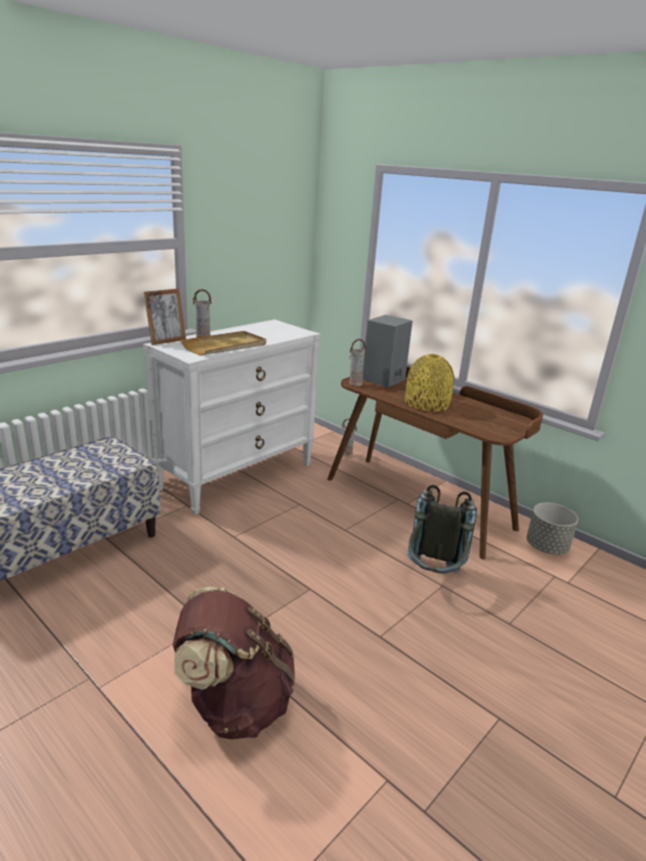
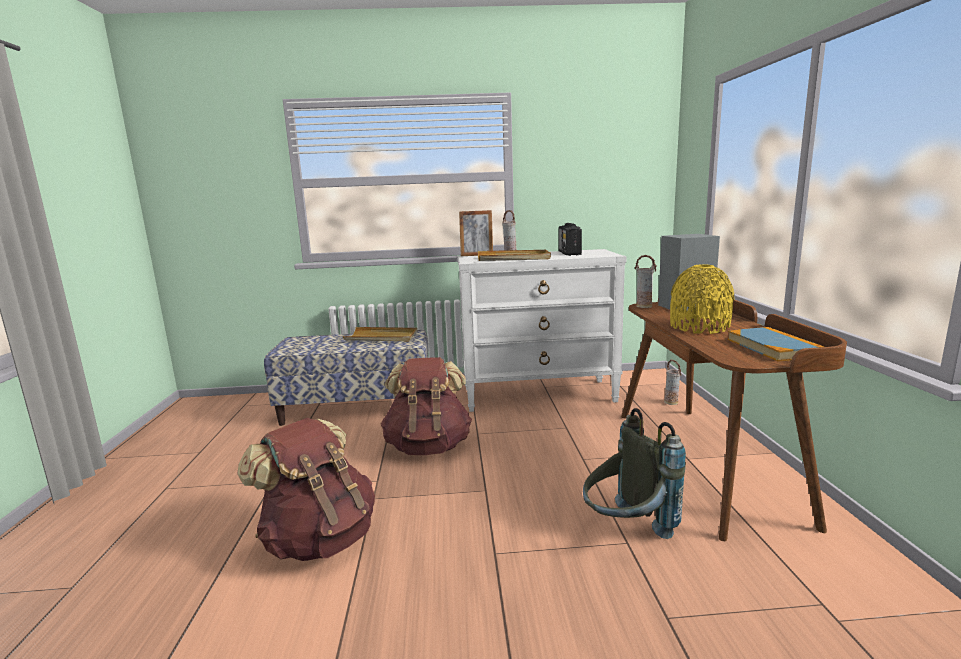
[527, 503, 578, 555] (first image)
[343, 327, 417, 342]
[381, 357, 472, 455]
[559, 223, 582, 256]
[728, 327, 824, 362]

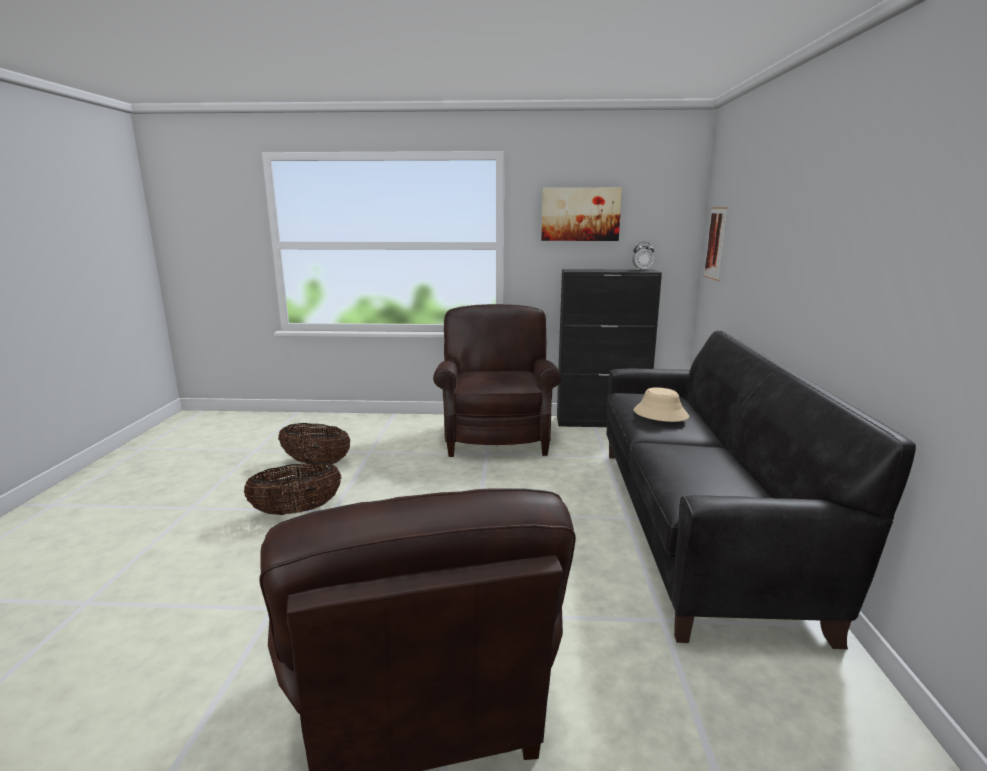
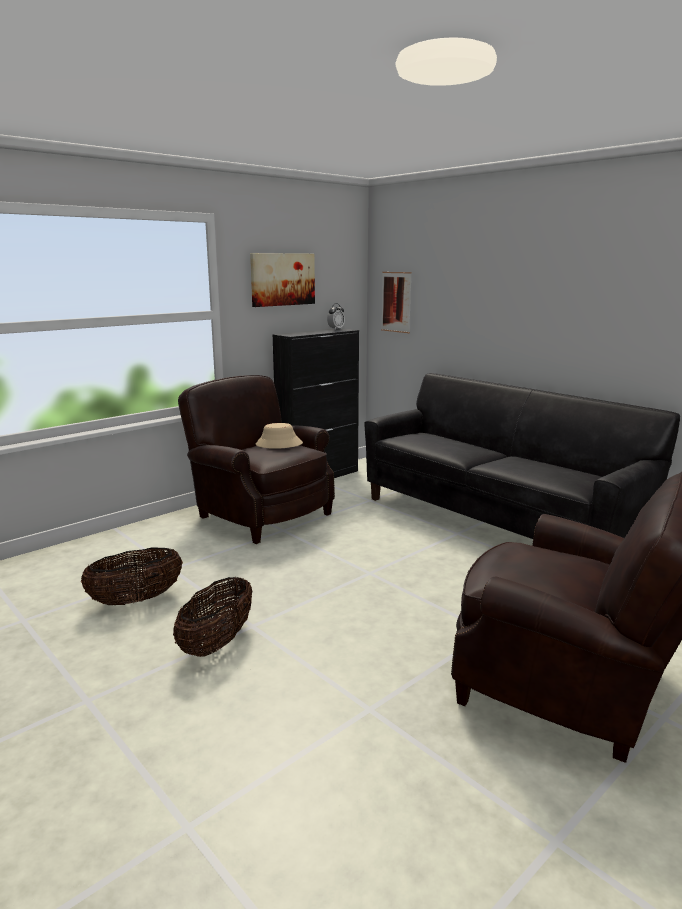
[256, 423, 303, 449]

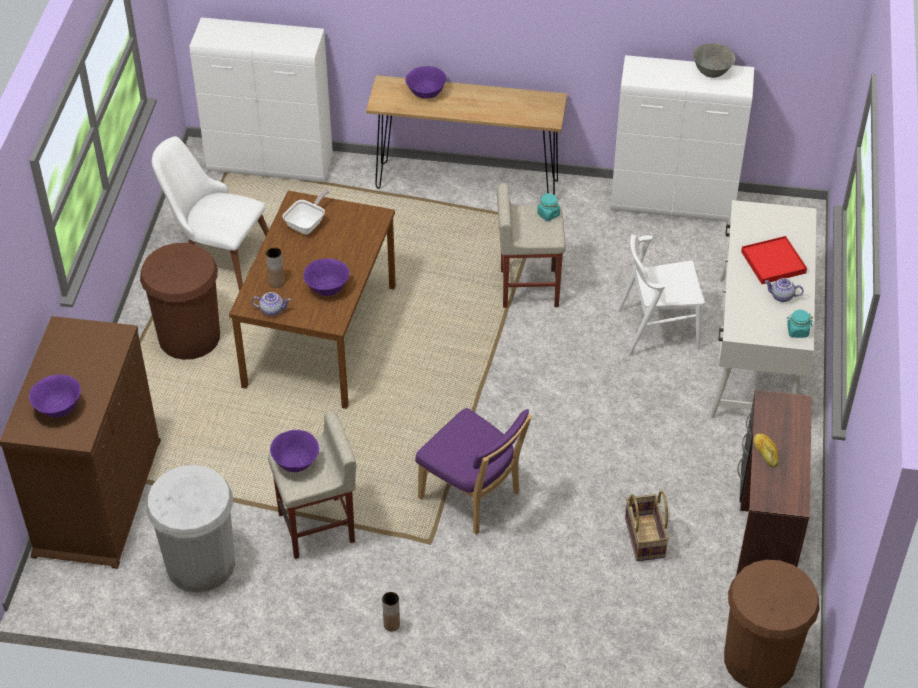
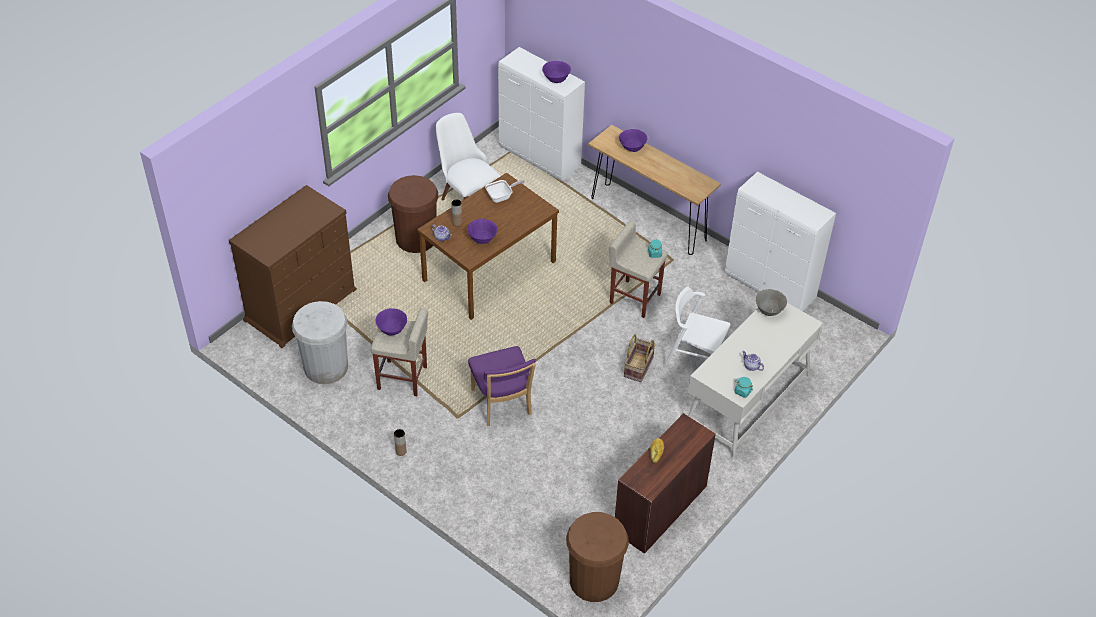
[741, 236, 807, 284] (first image)
[542, 61, 571, 83]
[624, 334, 655, 382]
[756, 289, 787, 316]

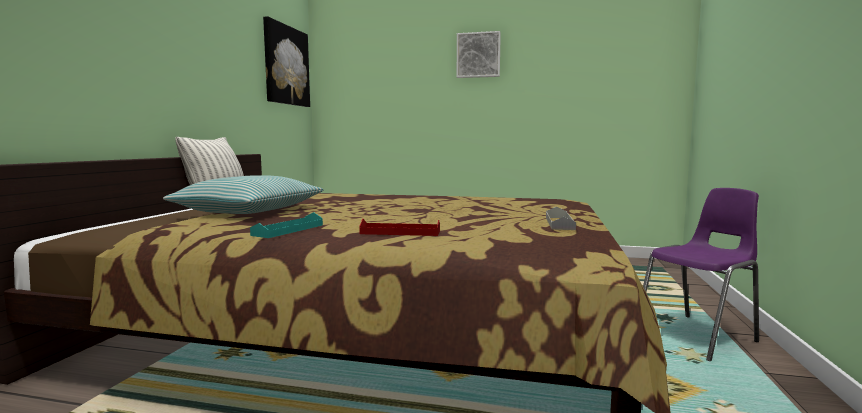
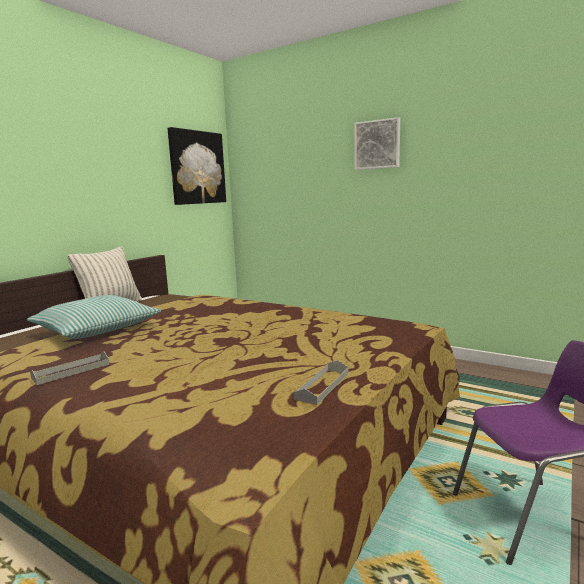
[359, 219, 440, 236] (first image)
[30, 351, 109, 385]

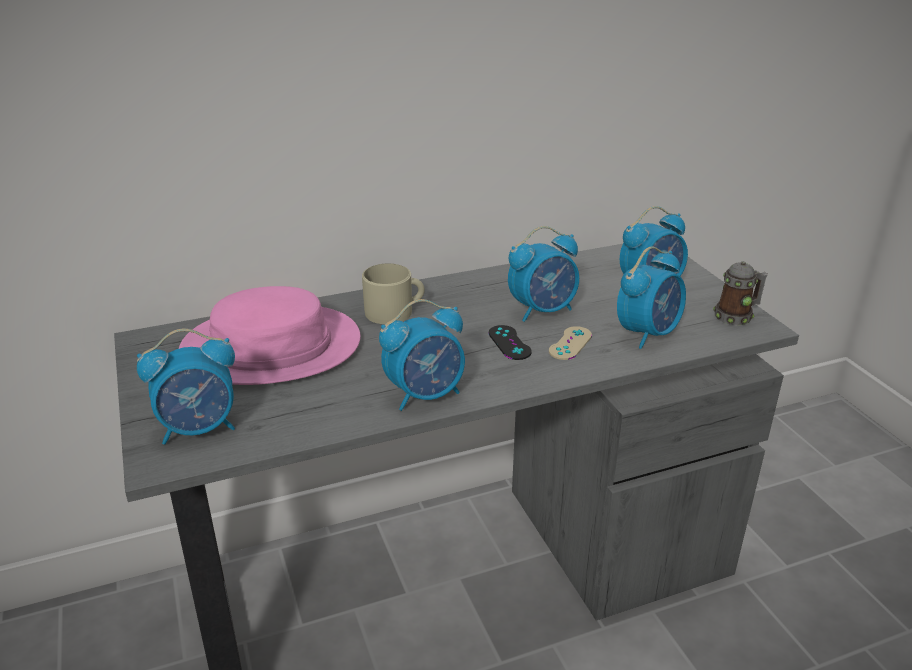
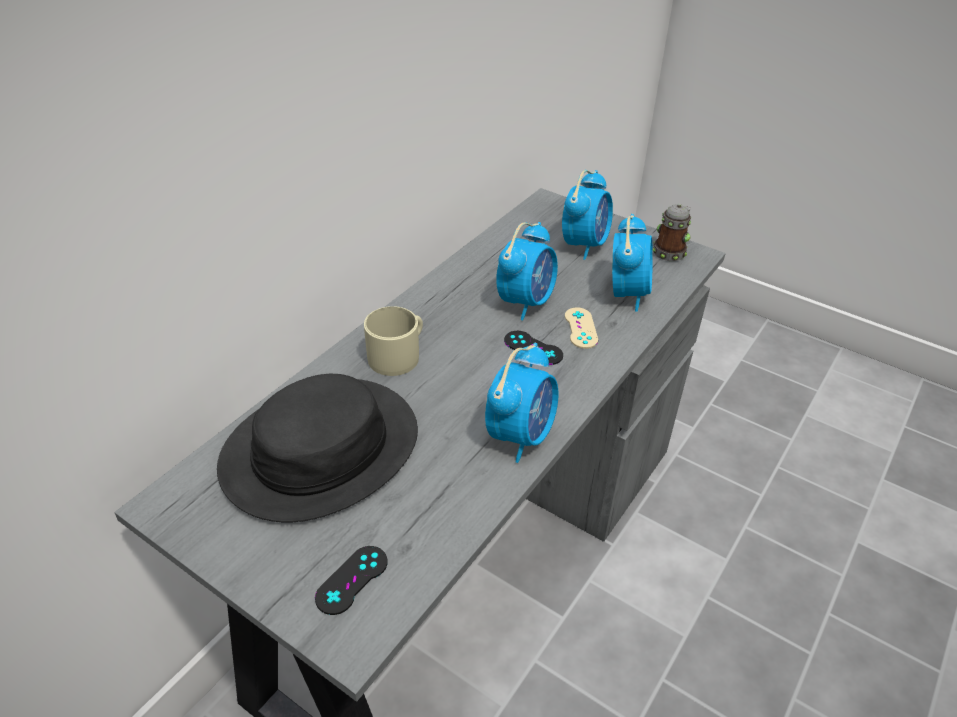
[315, 546, 388, 615]
[217, 374, 418, 522]

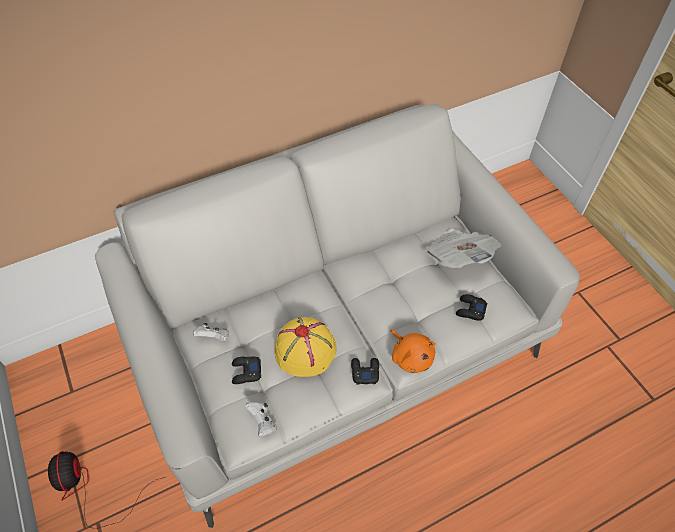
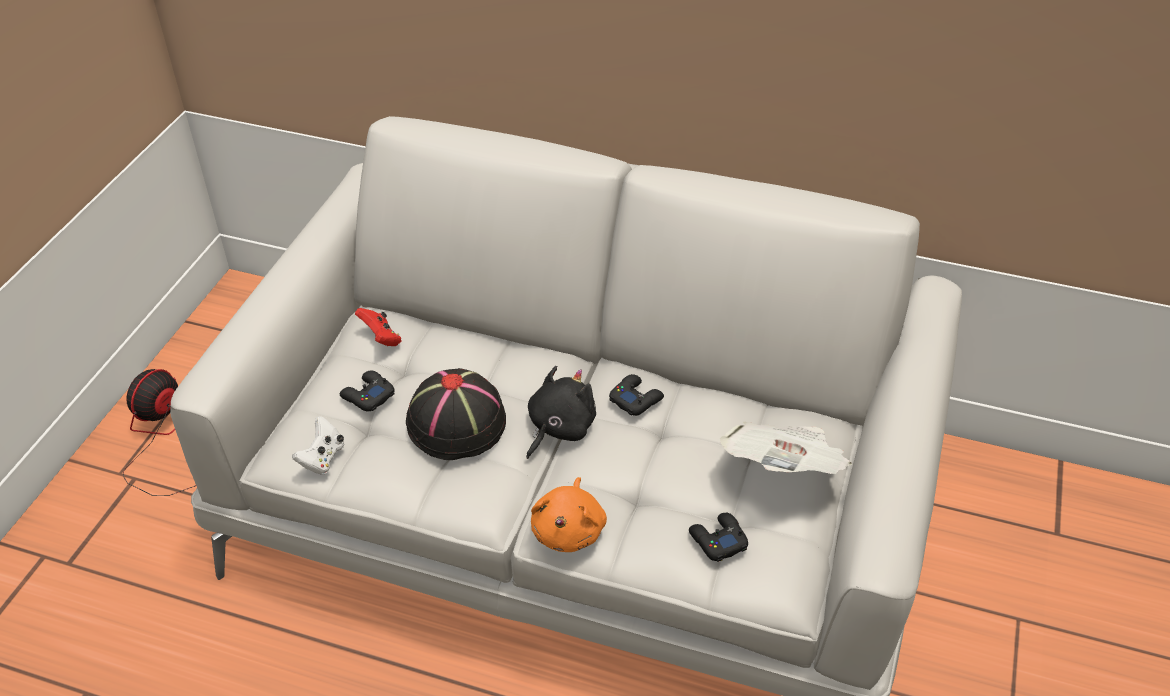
[526, 366, 596, 459]
[609, 374, 664, 416]
[355, 308, 401, 346]
[406, 368, 506, 460]

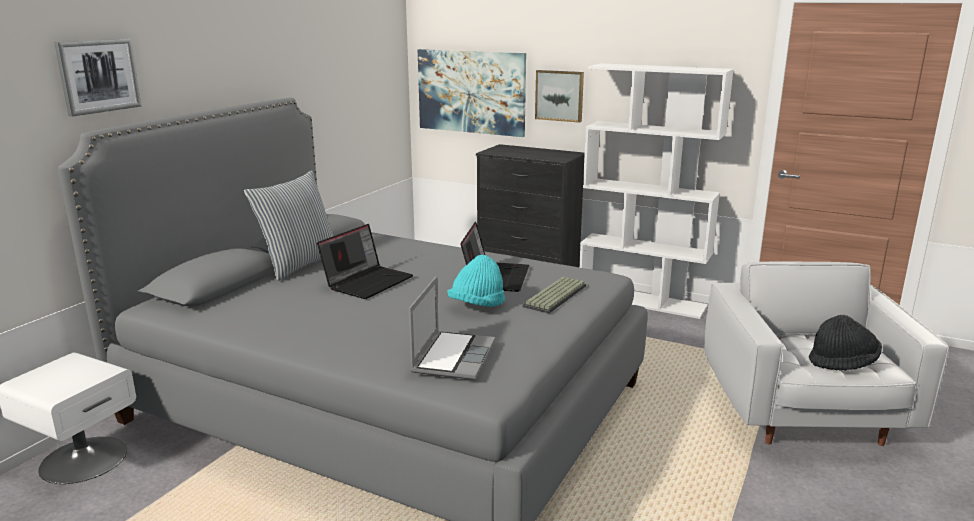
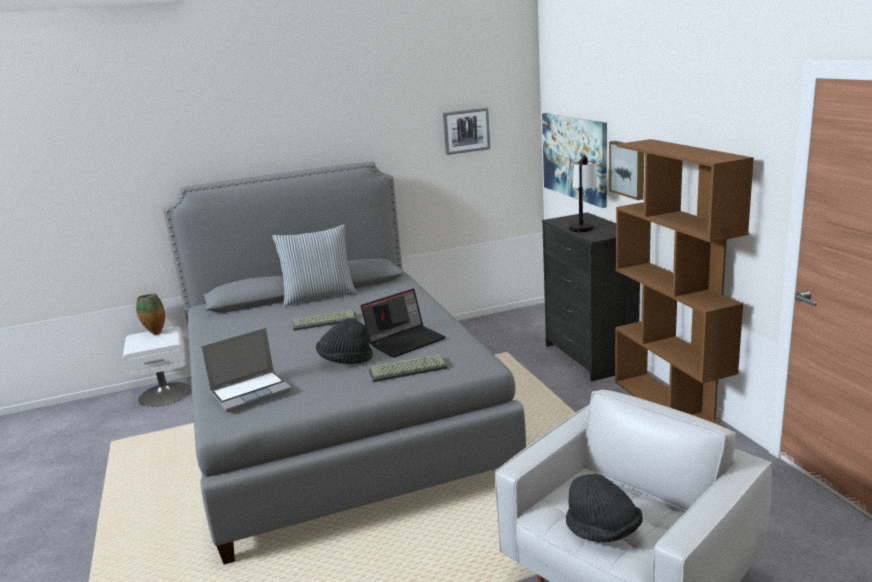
[136, 293, 165, 335]
[569, 155, 598, 232]
[443, 108, 490, 155]
[292, 310, 357, 331]
[316, 318, 373, 364]
[615, 139, 754, 430]

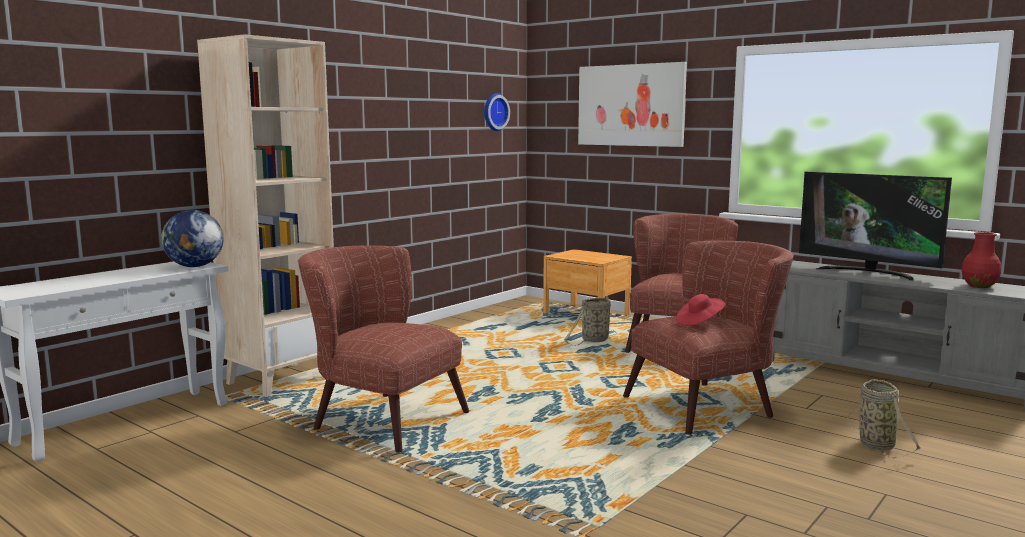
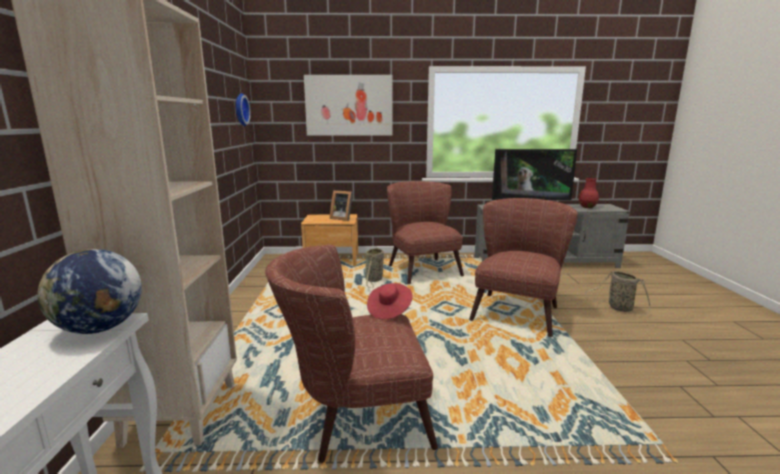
[330, 190, 353, 221]
[367, 283, 413, 319]

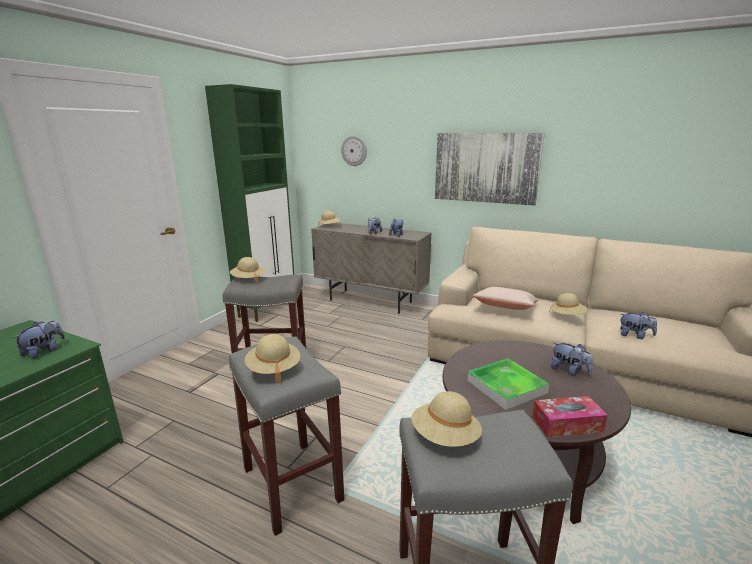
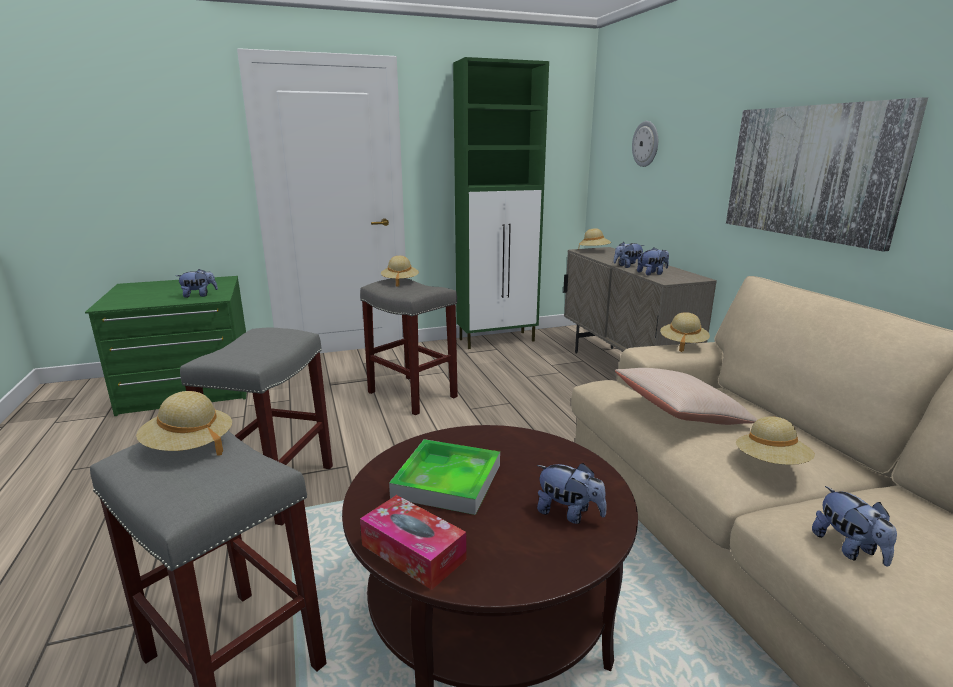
[660, 312, 710, 352]
[537, 463, 607, 524]

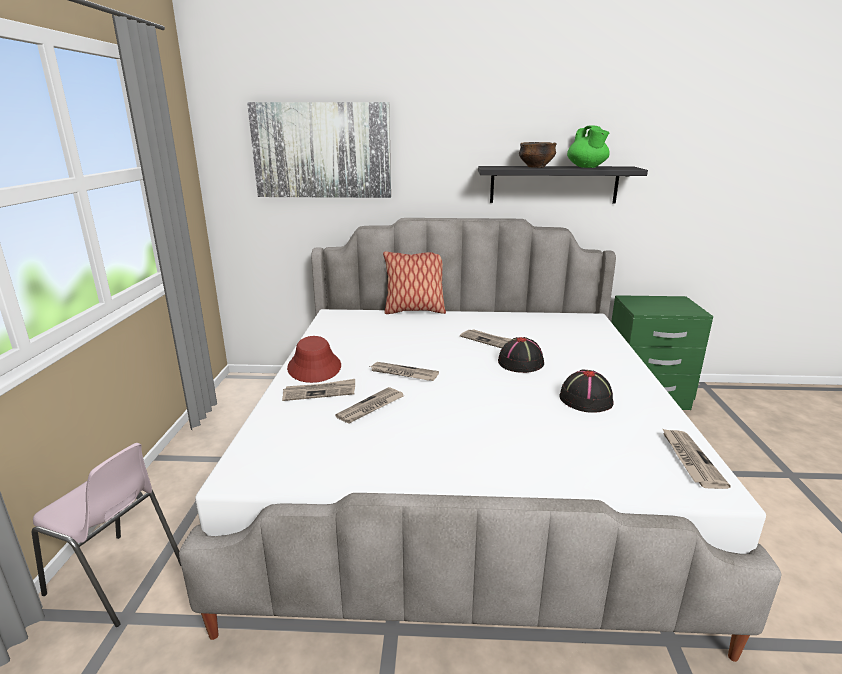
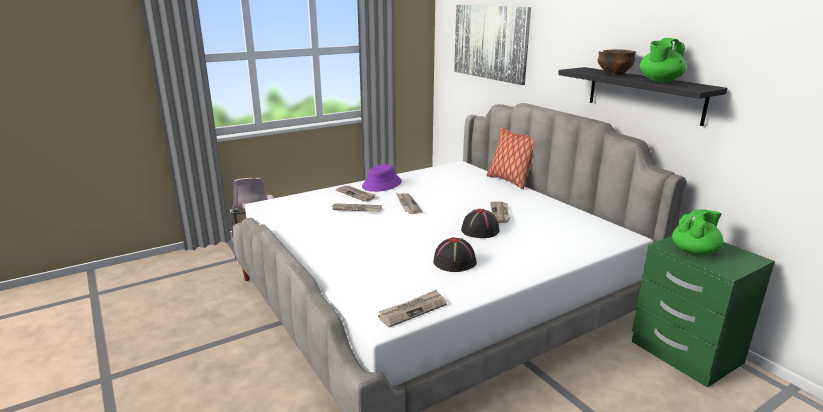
[672, 209, 724, 255]
[362, 164, 402, 192]

